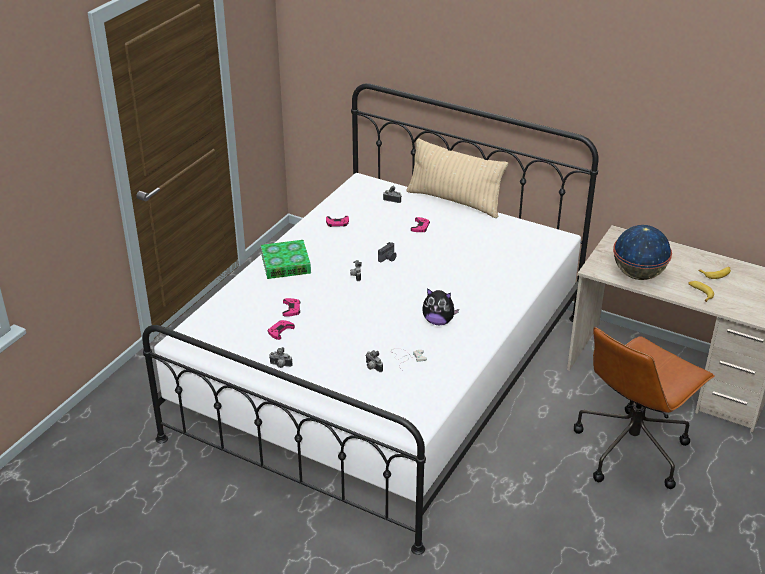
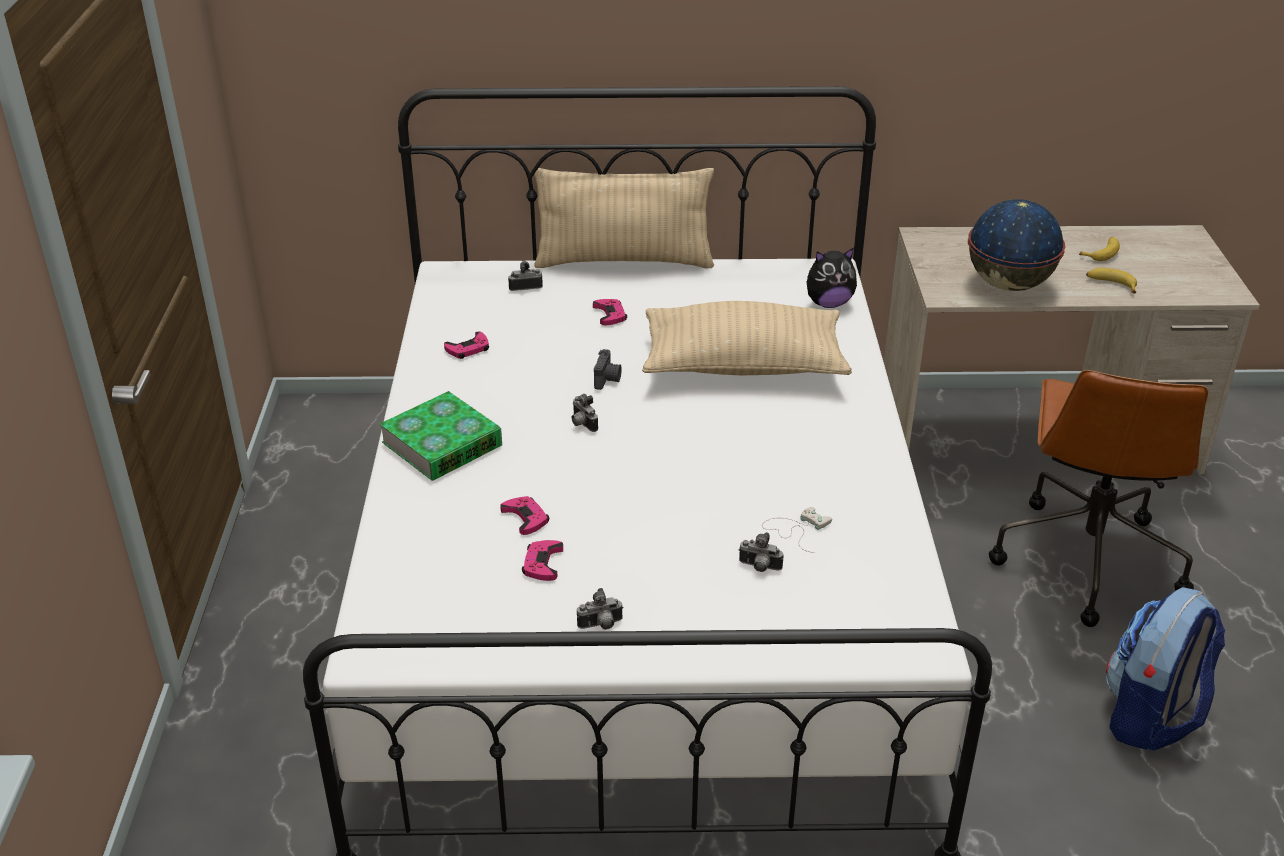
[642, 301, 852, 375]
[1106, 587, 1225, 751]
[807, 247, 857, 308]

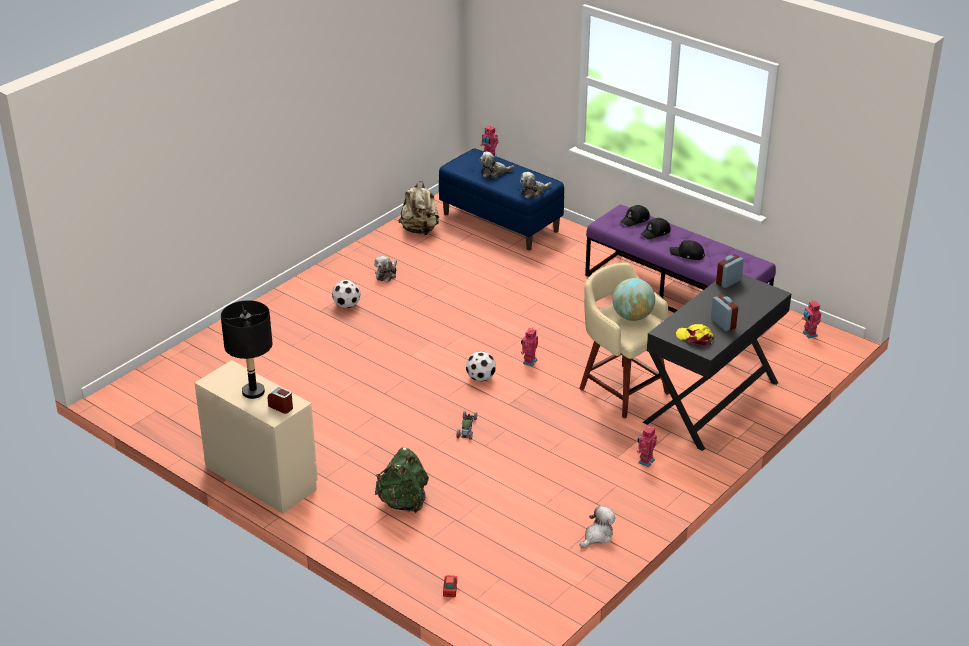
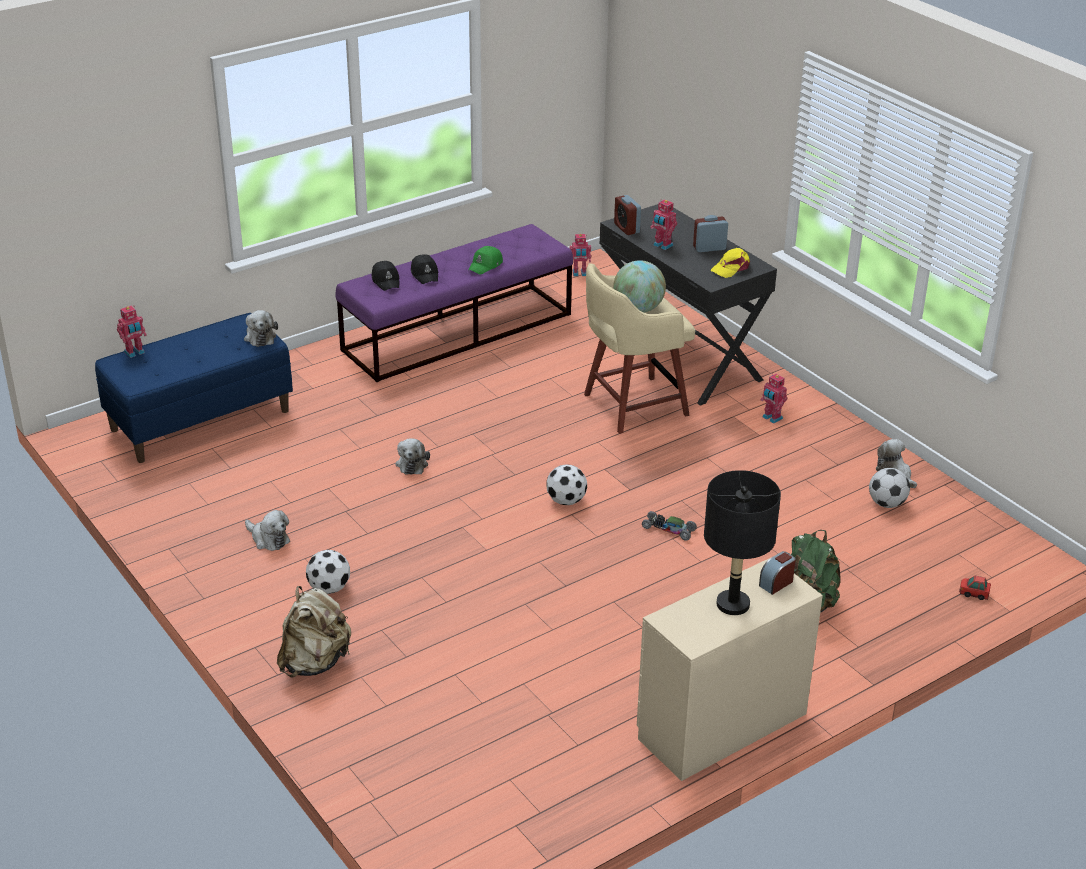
[869, 468, 910, 508]
[277, 586, 351, 677]
[395, 438, 430, 475]
[651, 199, 677, 250]
[468, 246, 503, 274]

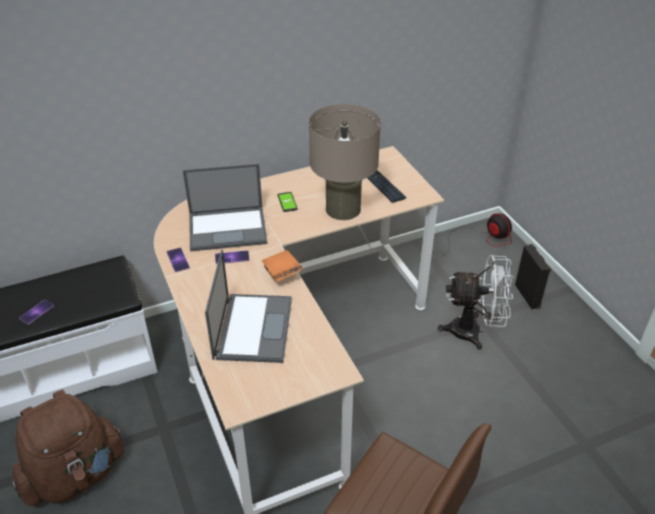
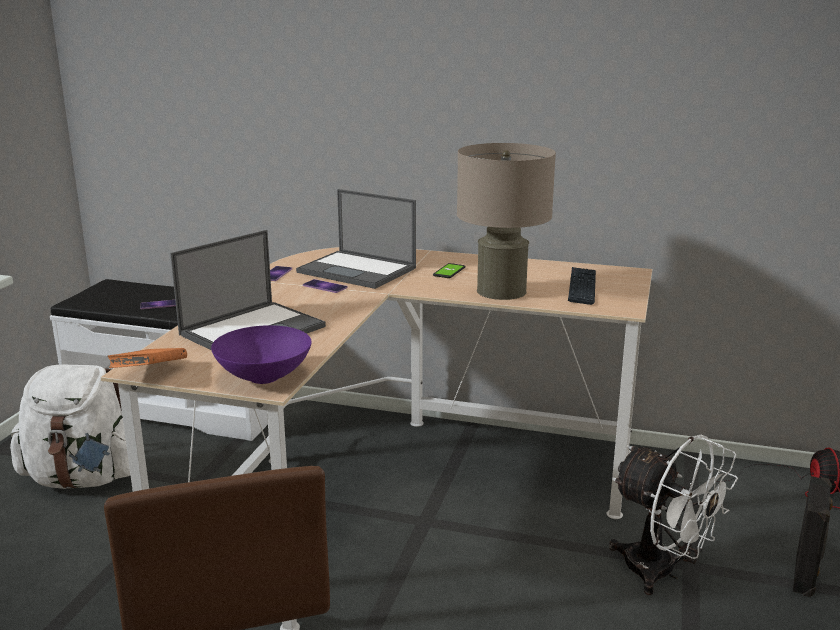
[211, 325, 311, 384]
[107, 348, 187, 368]
[10, 365, 130, 489]

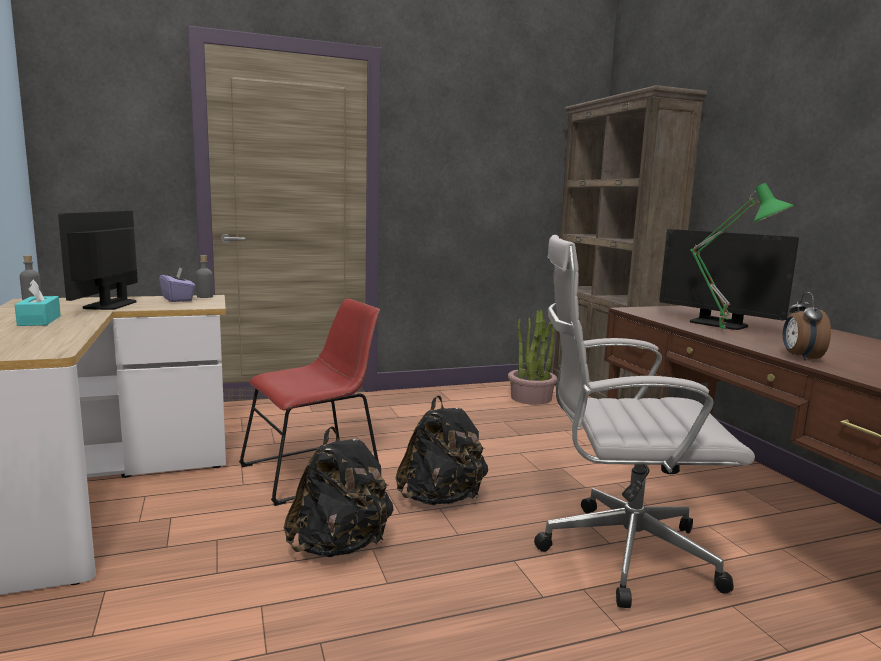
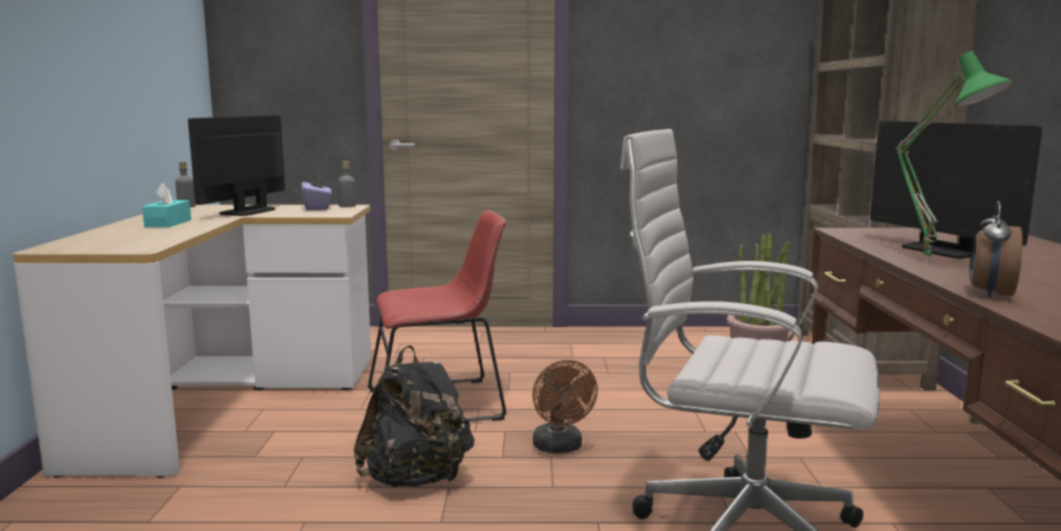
[532, 360, 598, 454]

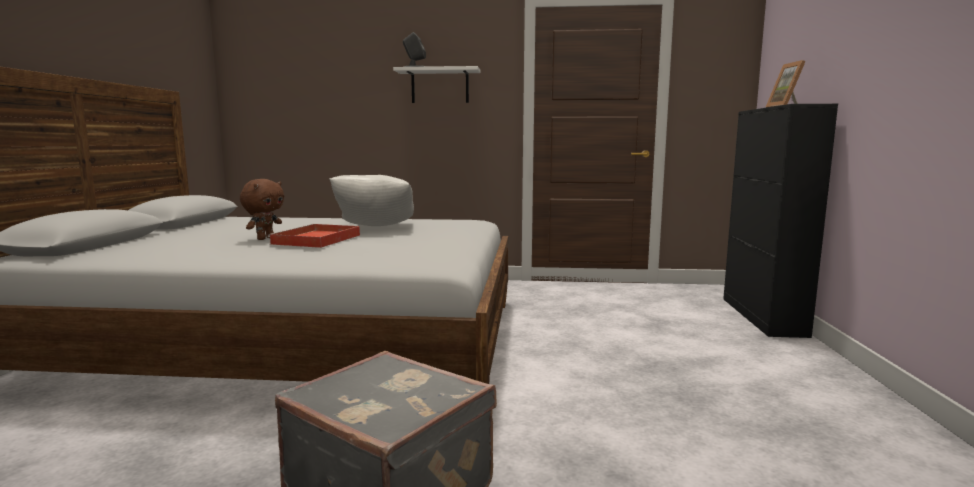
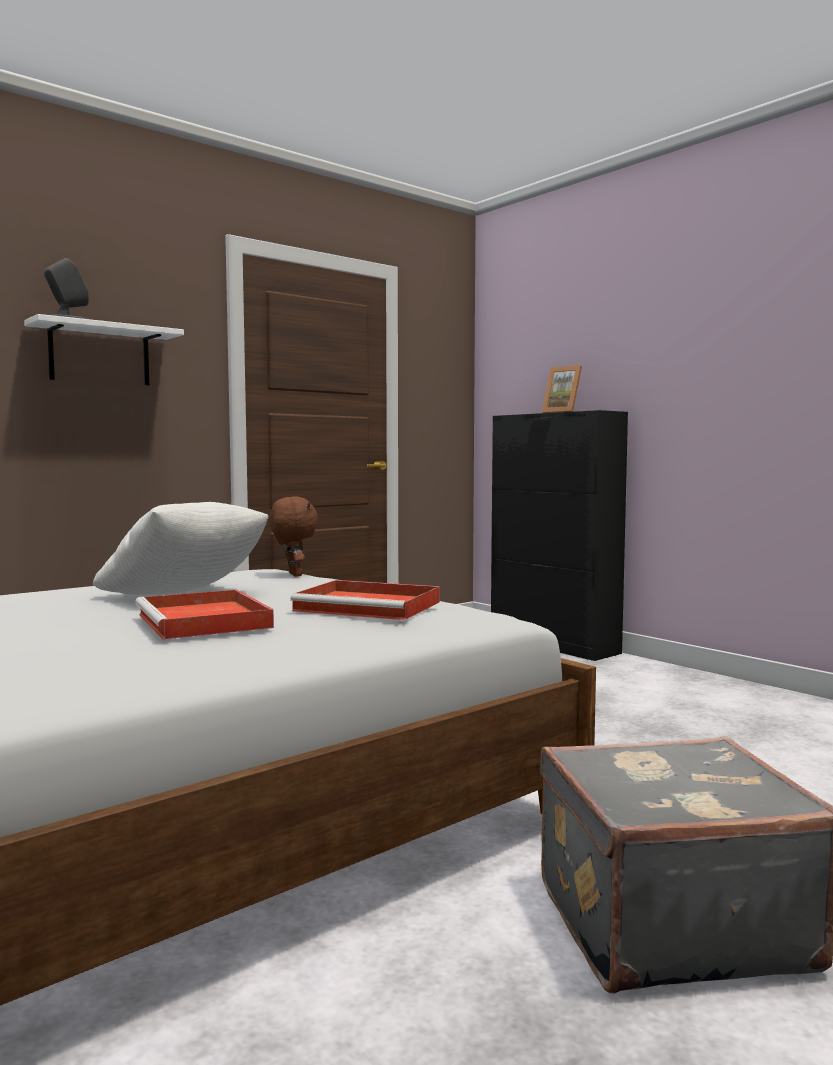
[290, 580, 440, 620]
[270, 496, 318, 577]

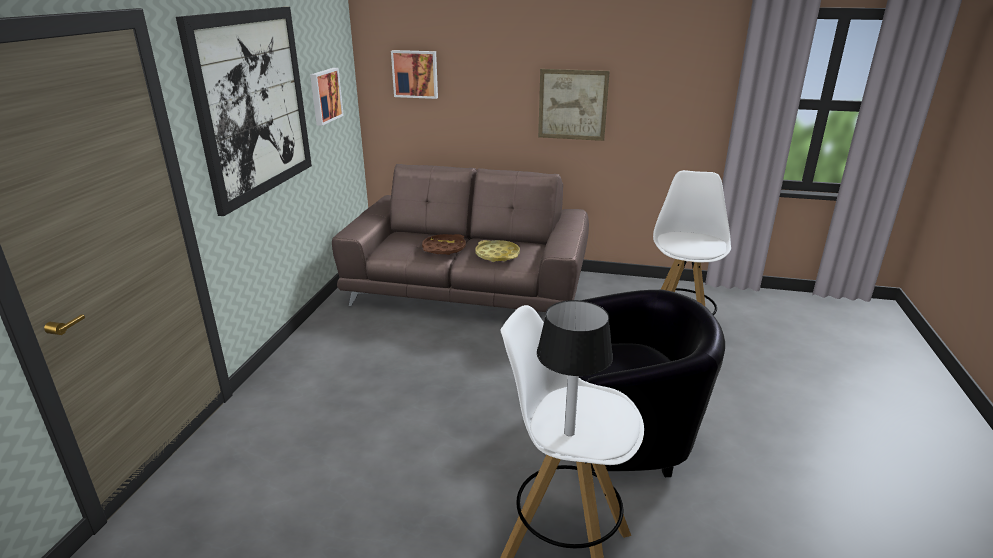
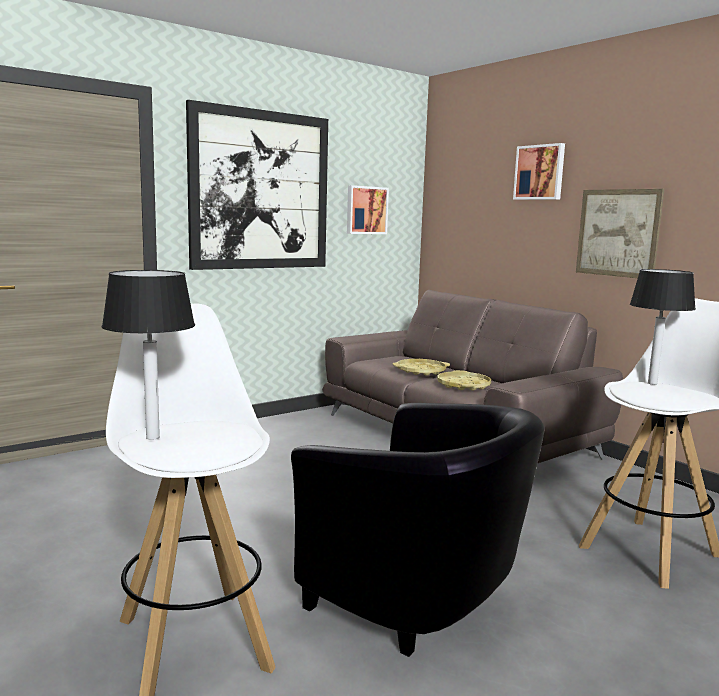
[630, 269, 696, 385]
[513, 143, 565, 200]
[393, 359, 450, 376]

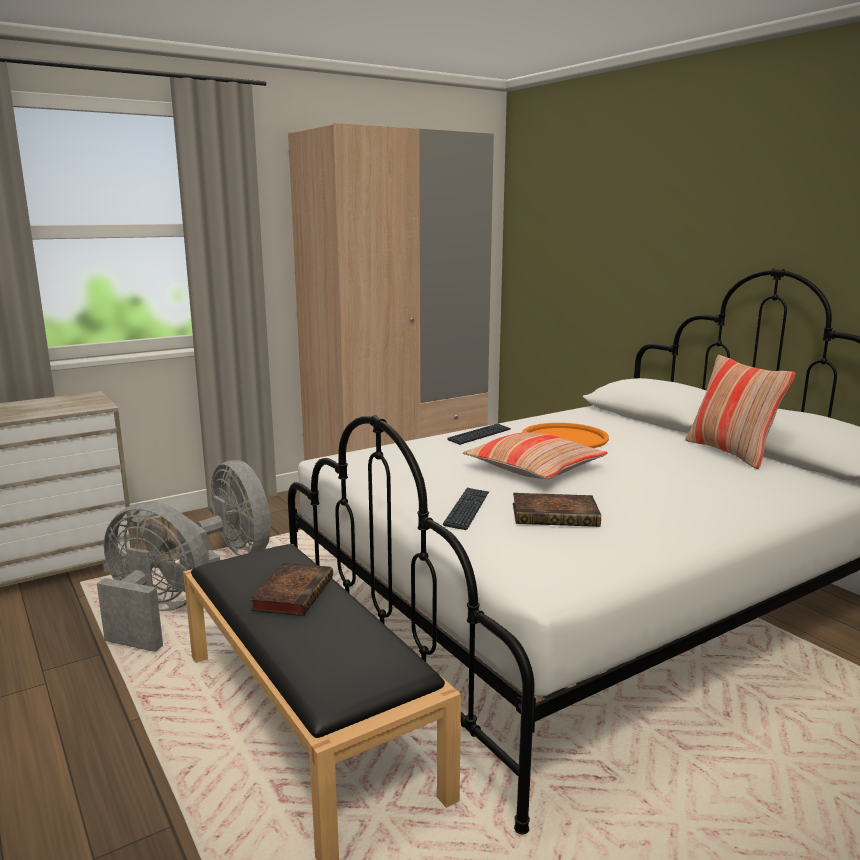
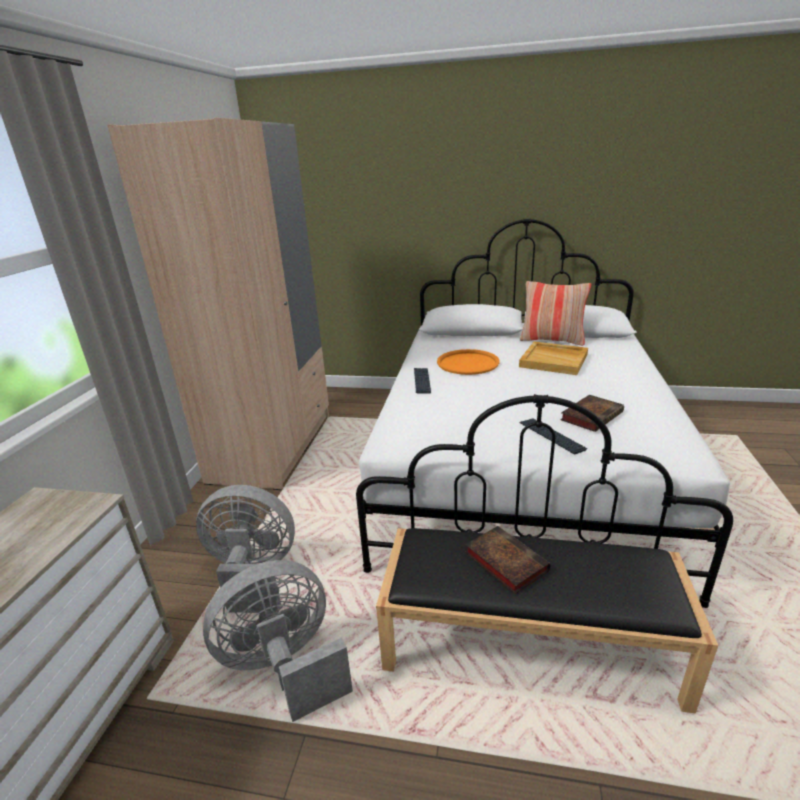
[463, 432, 608, 479] (first image)
[519, 342, 588, 375]

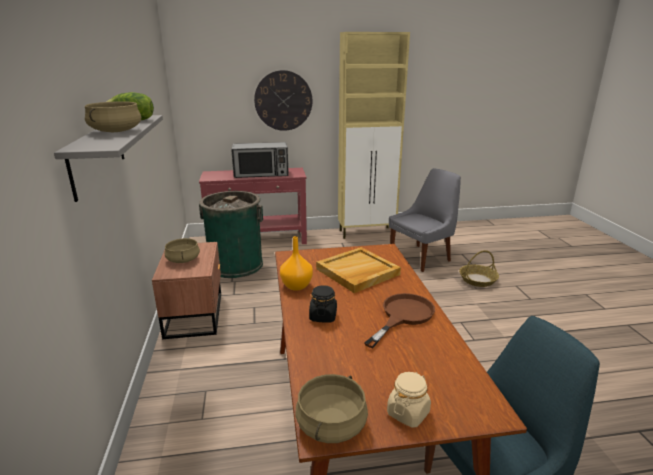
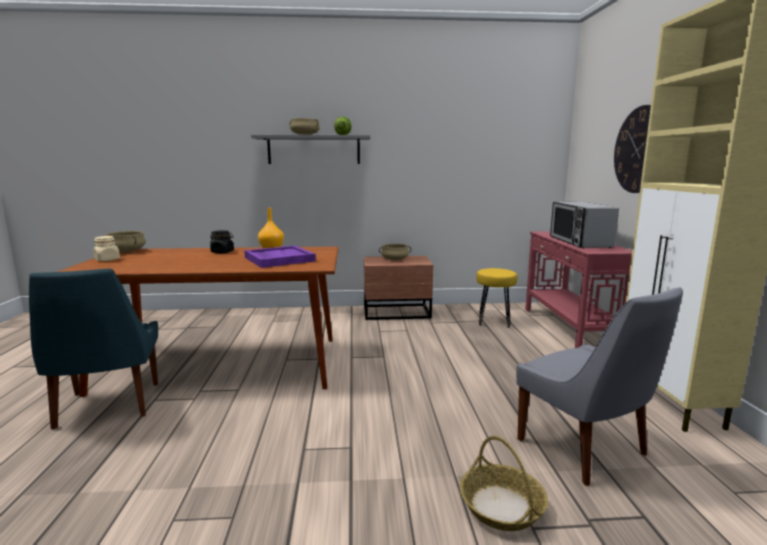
[364, 293, 435, 348] (first image)
[476, 268, 517, 328]
[244, 245, 316, 268]

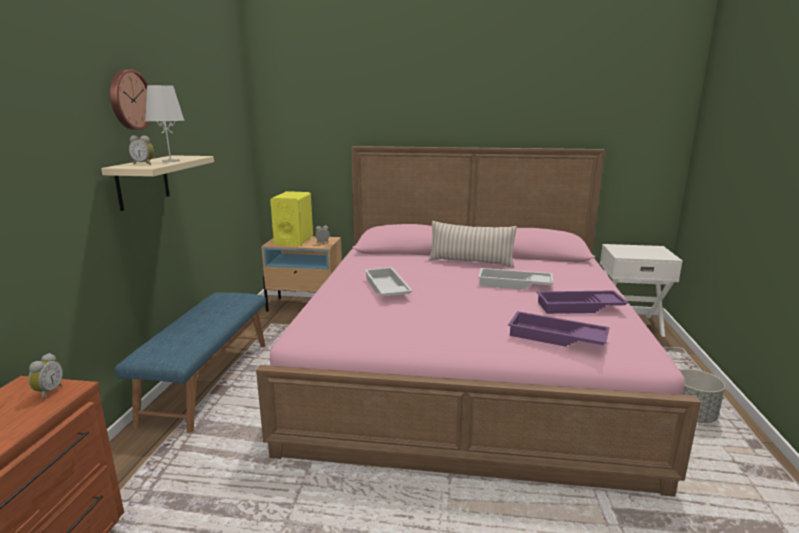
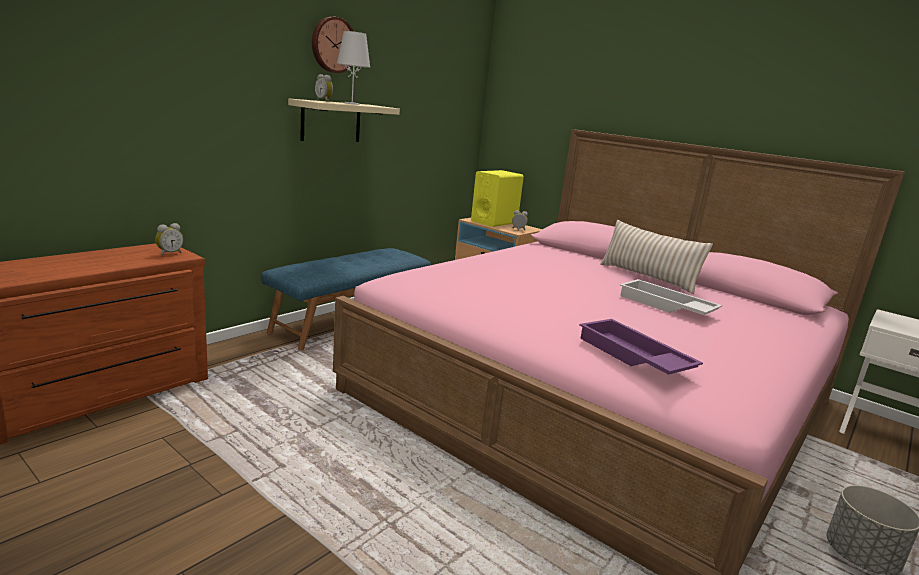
[364, 267, 413, 296] (first image)
[537, 290, 629, 314] (first image)

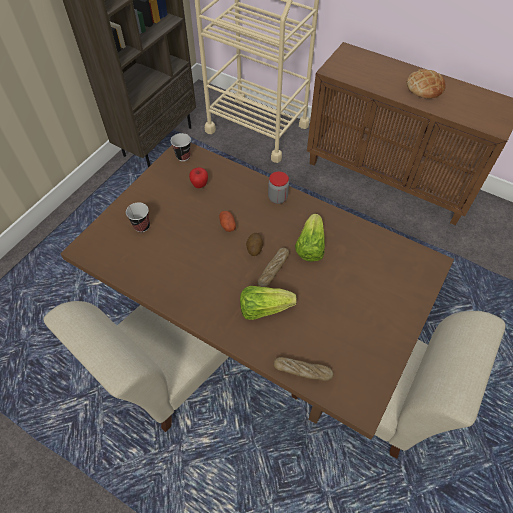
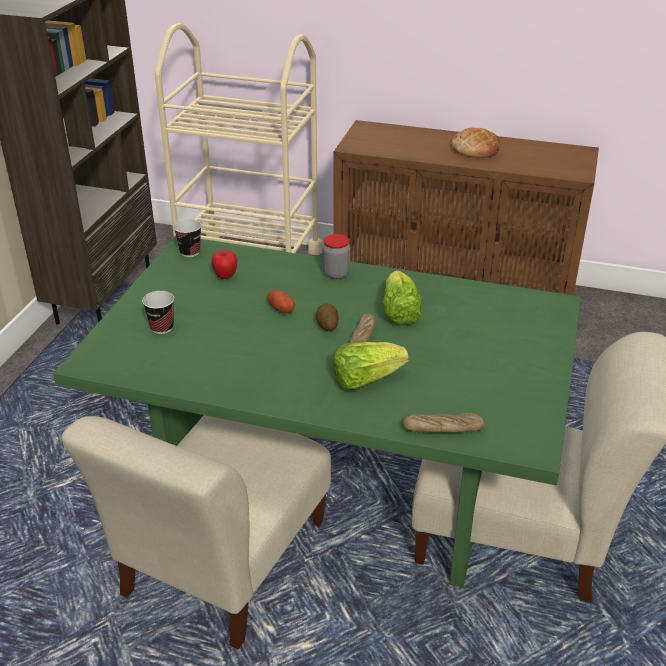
[53, 236, 581, 588]

